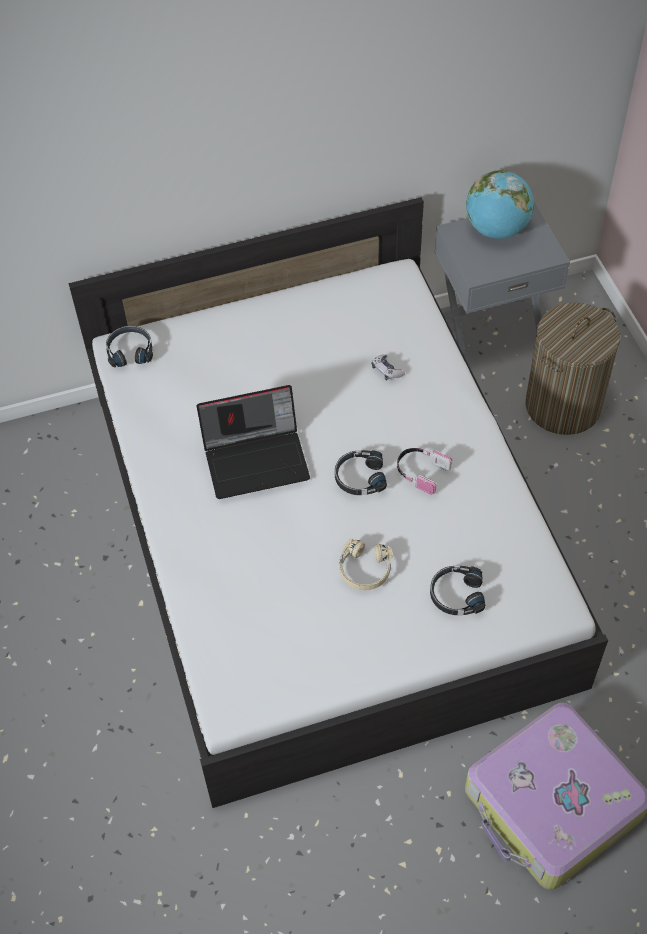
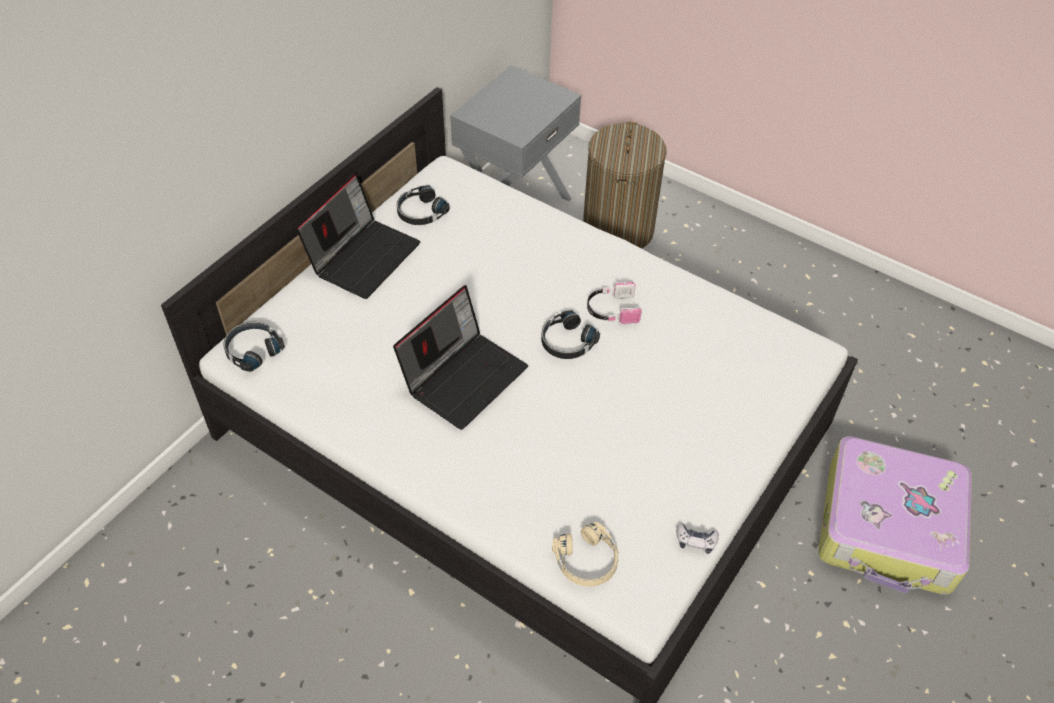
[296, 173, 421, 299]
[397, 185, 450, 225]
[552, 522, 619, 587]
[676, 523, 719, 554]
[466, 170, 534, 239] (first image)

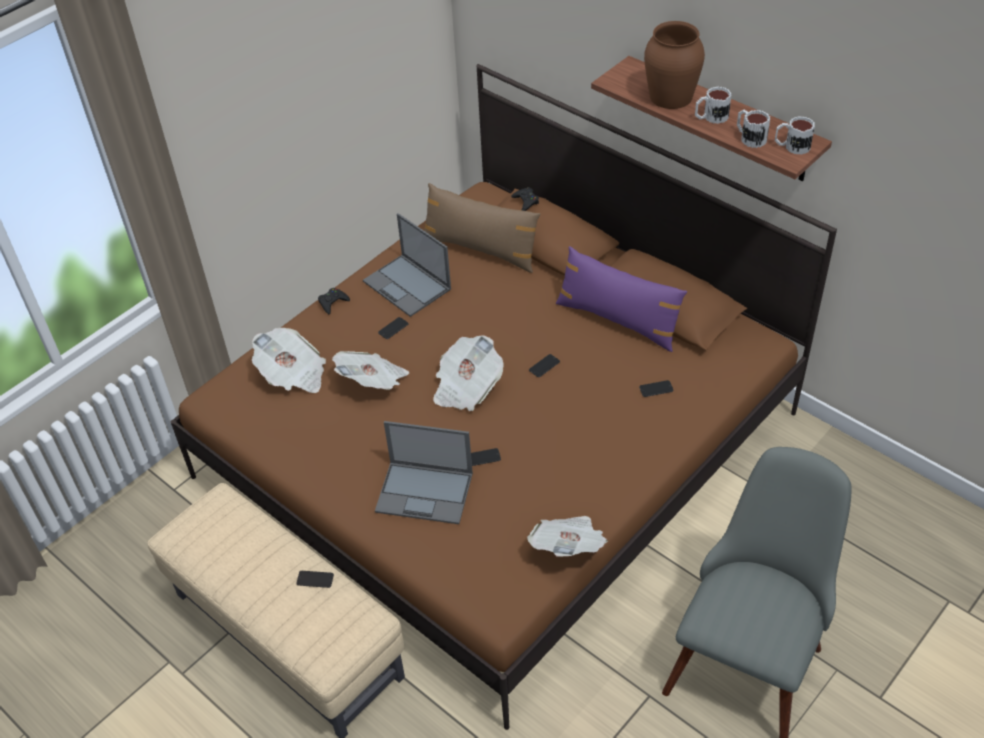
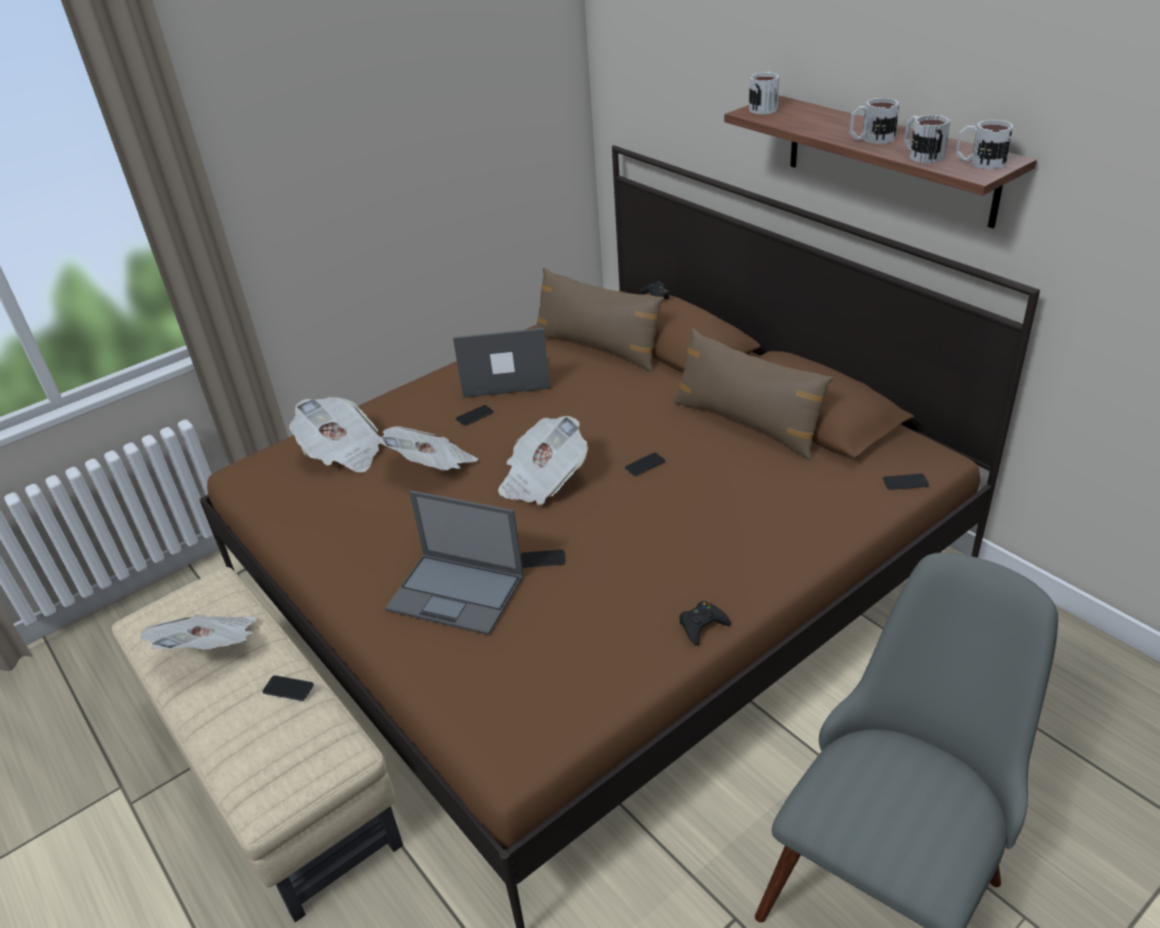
[140, 614, 257, 649]
[453, 328, 550, 398]
[673, 328, 833, 460]
[679, 601, 731, 646]
[749, 72, 779, 114]
[883, 474, 929, 490]
[644, 21, 705, 109] (first image)

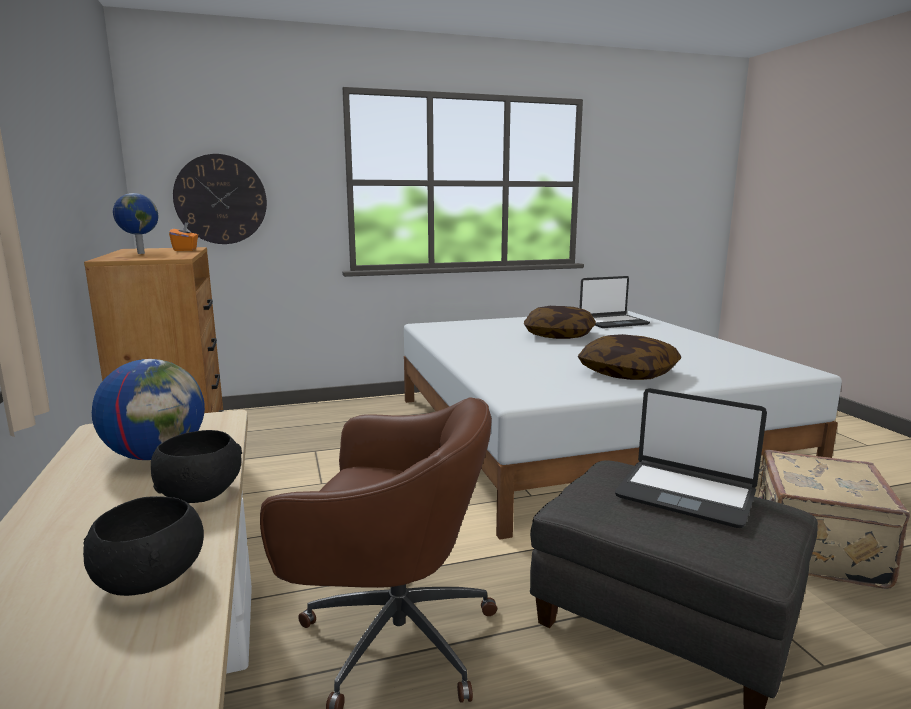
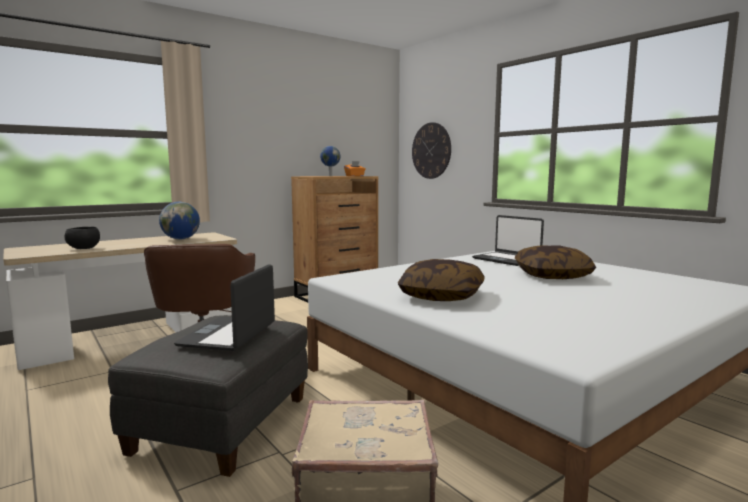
[472, 215, 544, 266]
[151, 430, 242, 503] (first image)

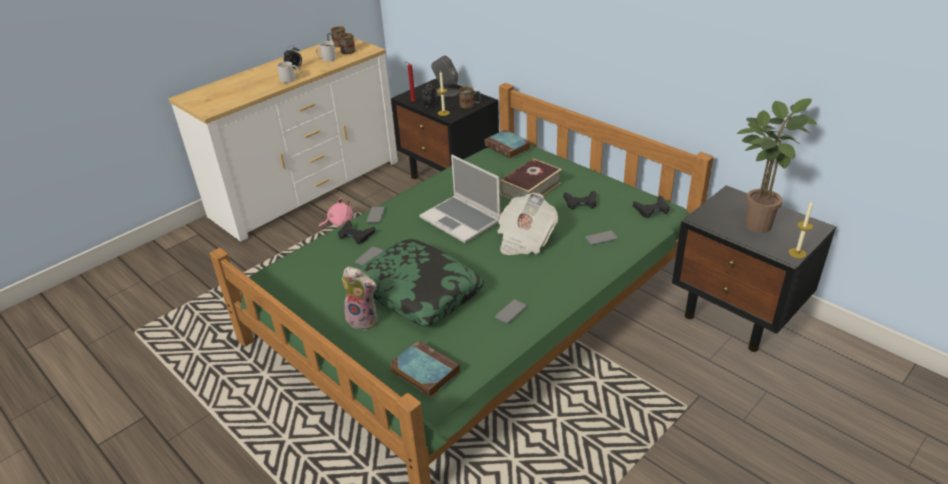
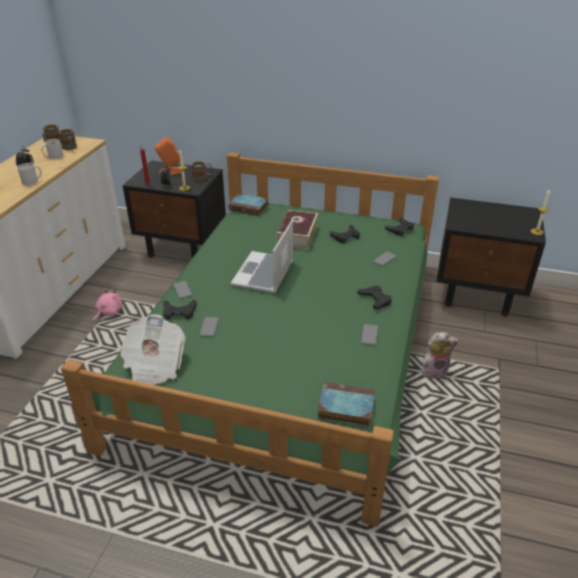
[120, 314, 186, 385]
[155, 137, 181, 175]
[231, 220, 293, 293]
[358, 285, 392, 309]
[421, 332, 459, 379]
[359, 239, 484, 327] (first image)
[737, 99, 817, 233] (first image)

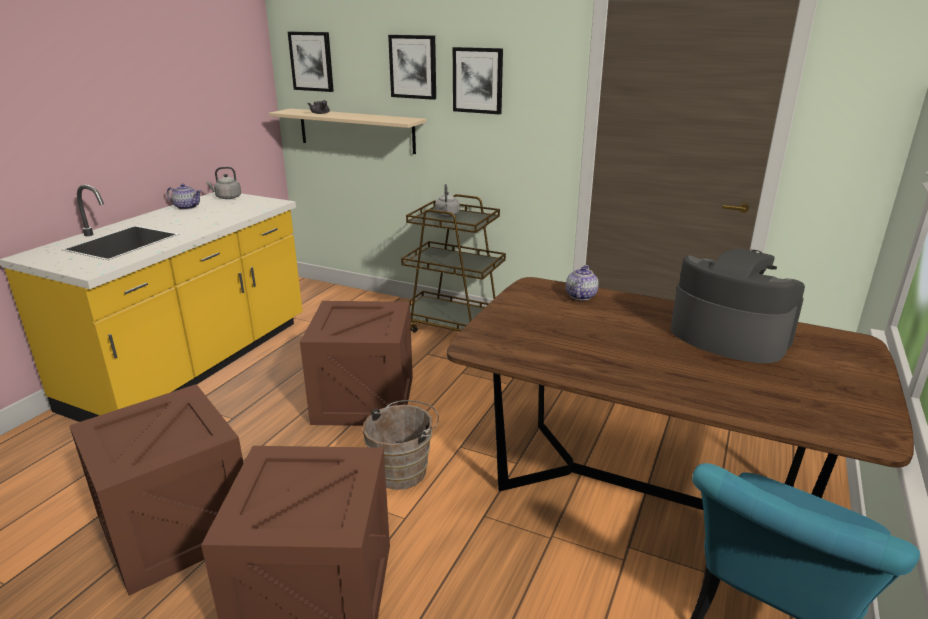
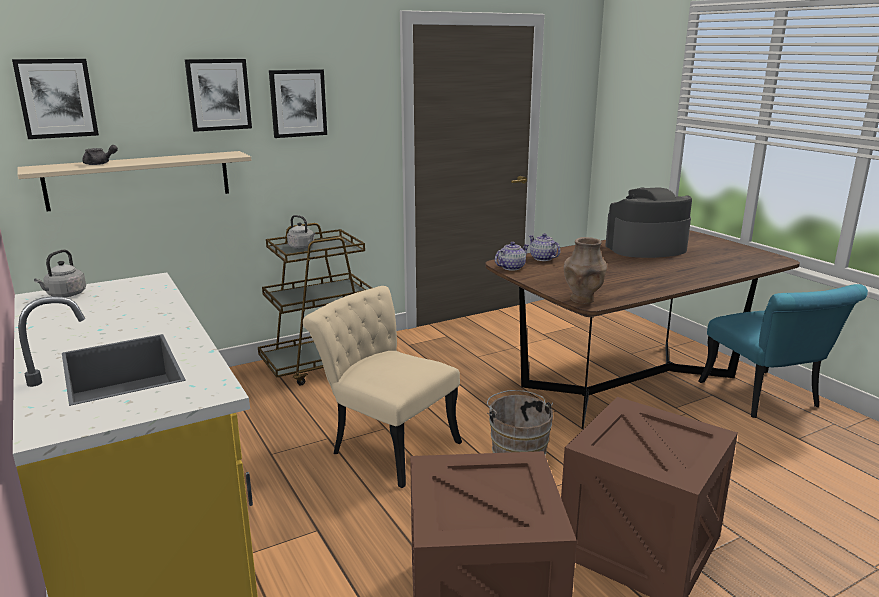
[303, 286, 462, 488]
[495, 242, 529, 271]
[564, 237, 607, 304]

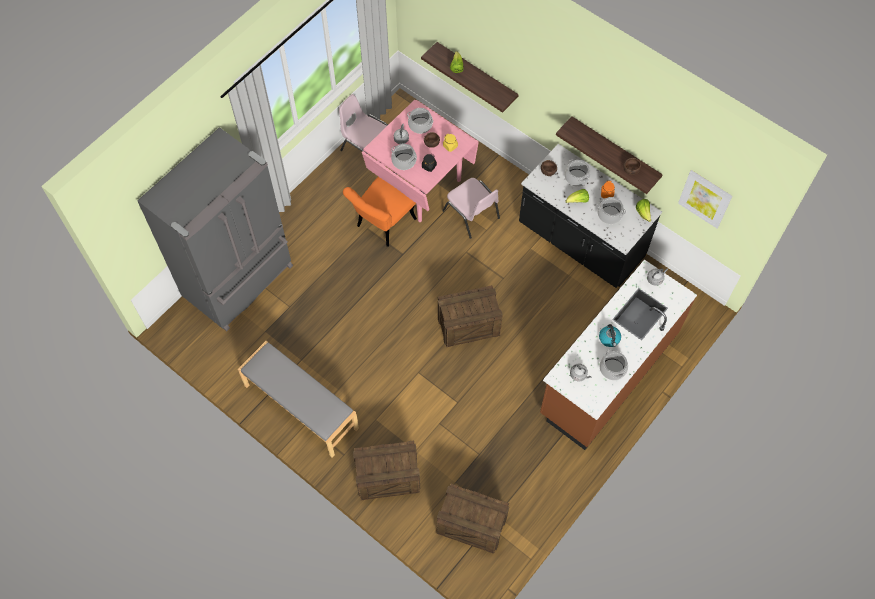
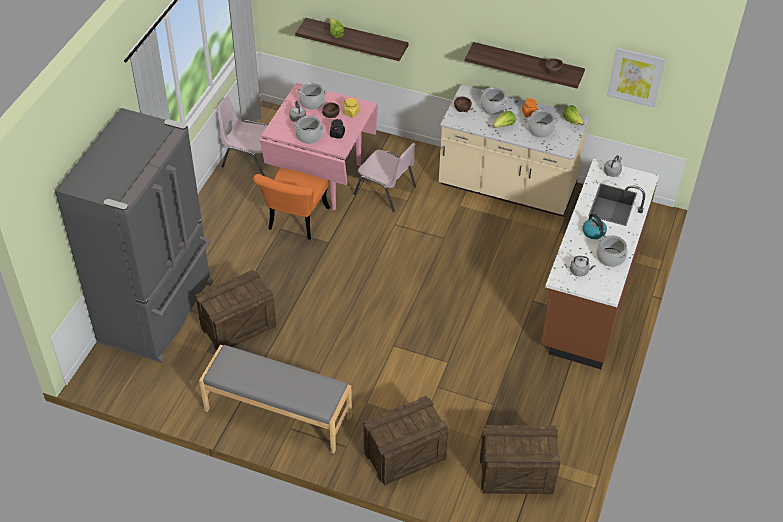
[195, 269, 277, 351]
[439, 85, 590, 217]

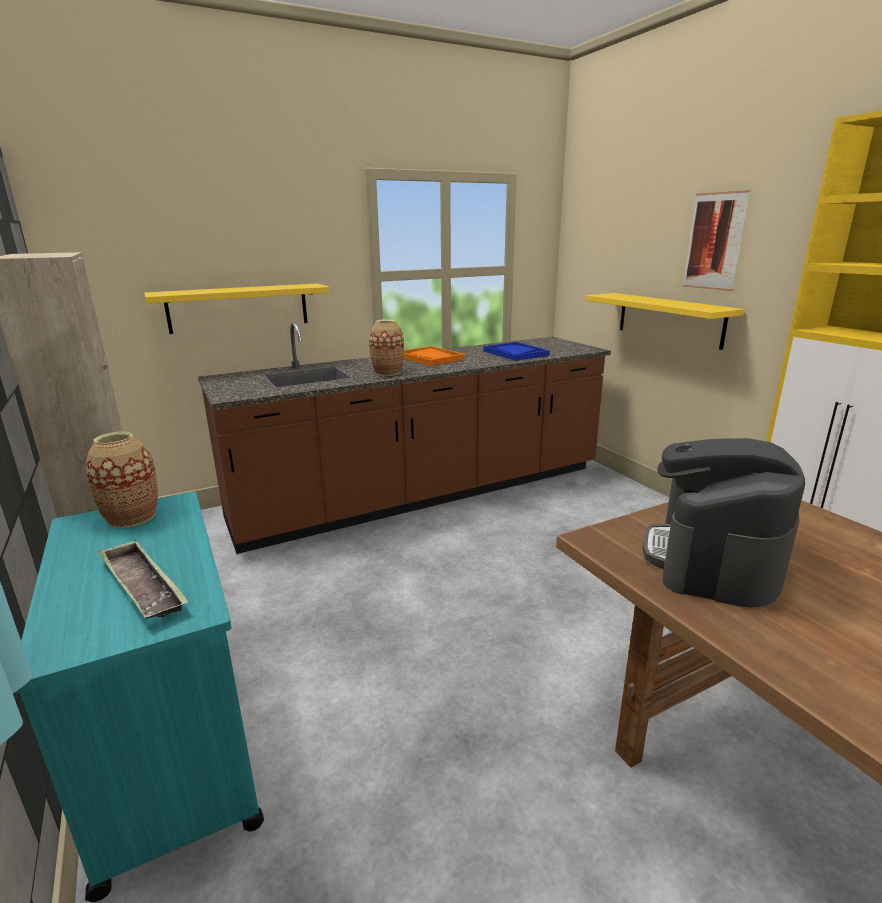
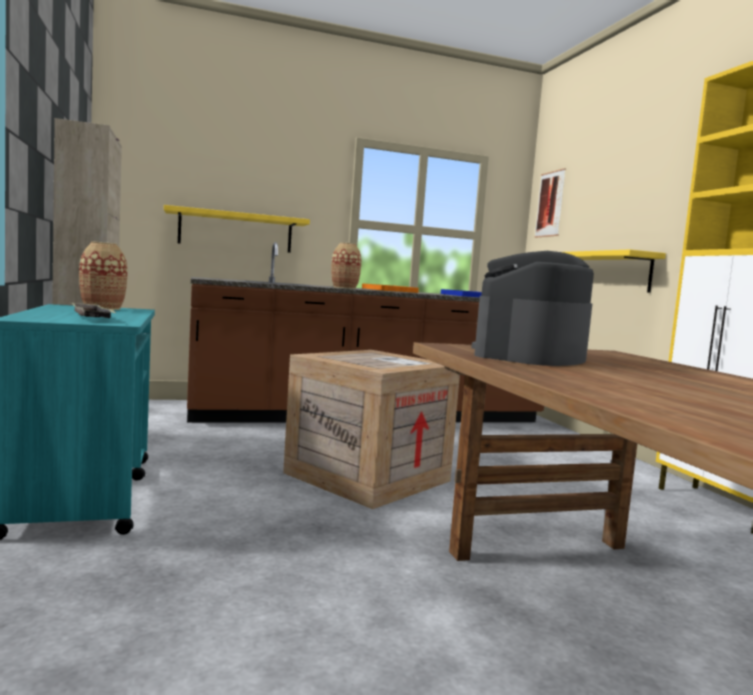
[283, 350, 460, 509]
[535, 168, 566, 238]

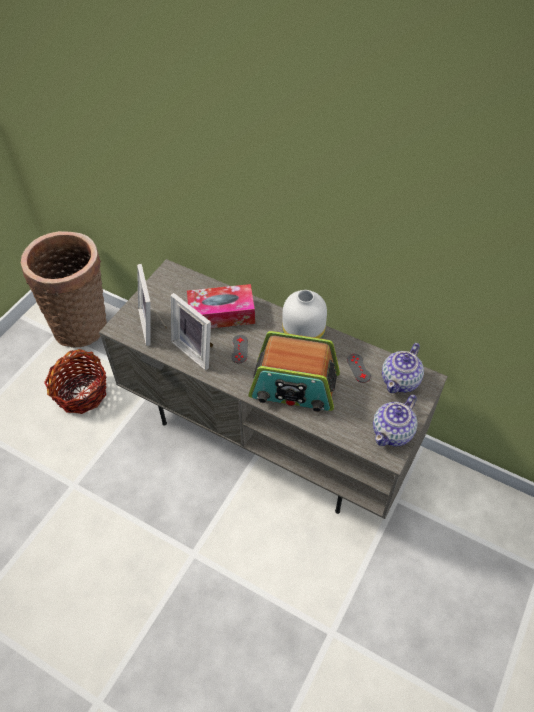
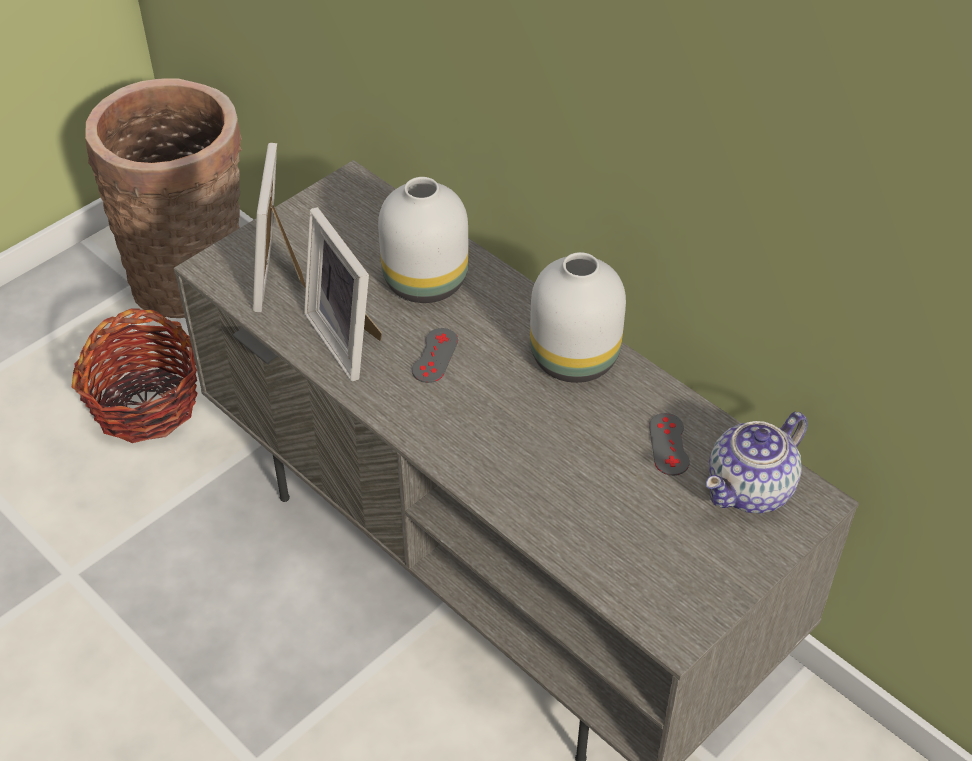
[378, 177, 468, 303]
[248, 331, 340, 412] (first image)
[373, 395, 418, 446] (first image)

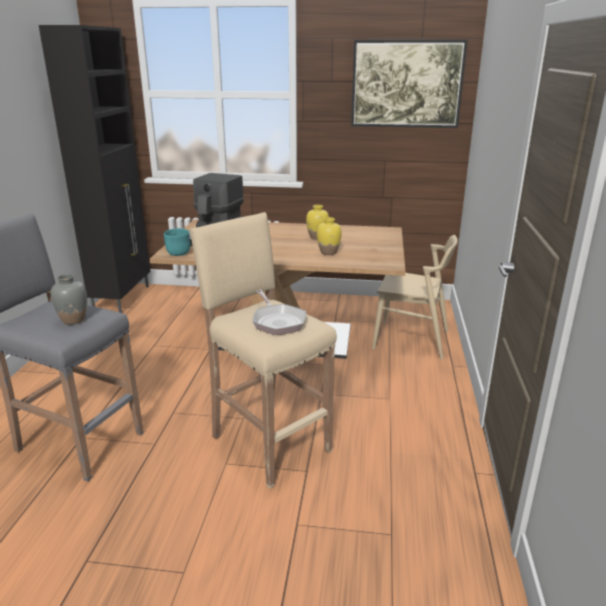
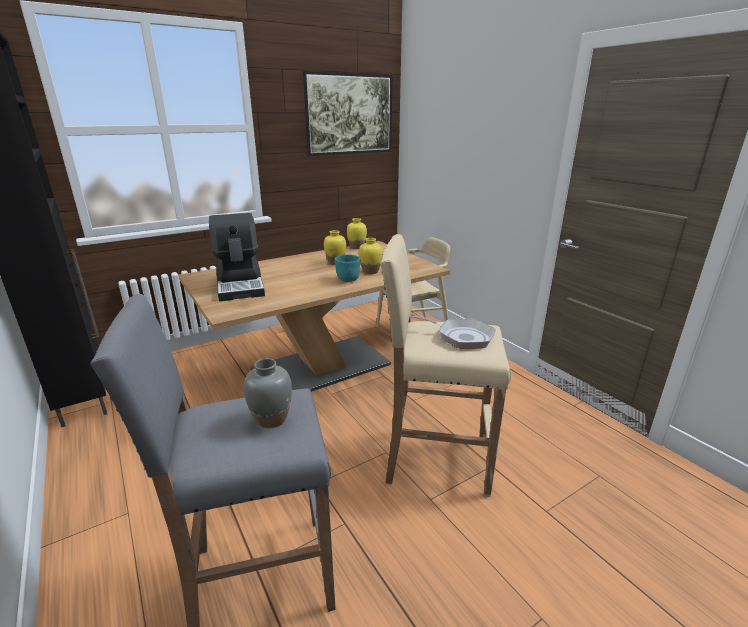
[335, 254, 361, 282]
[347, 218, 367, 249]

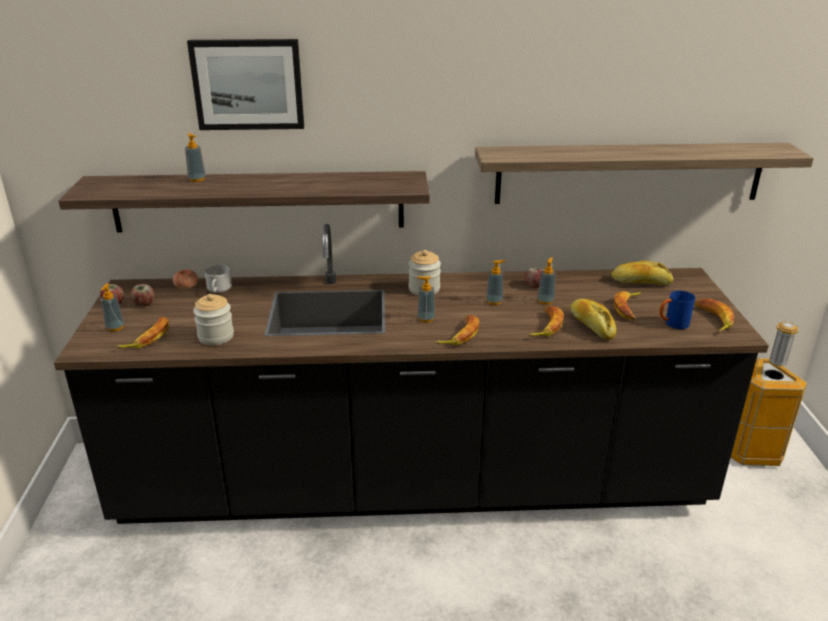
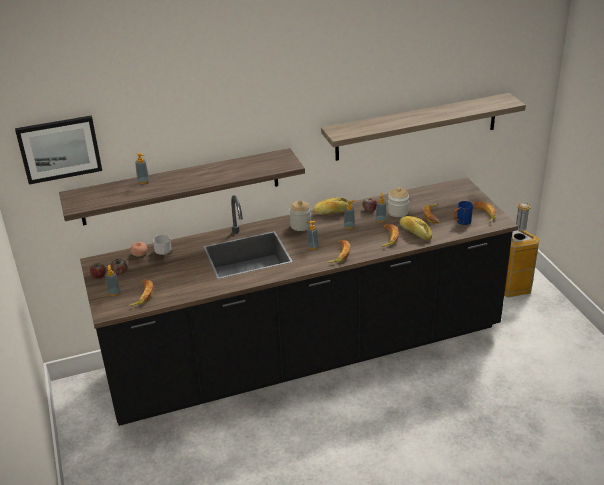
[15, 115, 102, 184]
[313, 198, 353, 215]
[388, 187, 409, 217]

